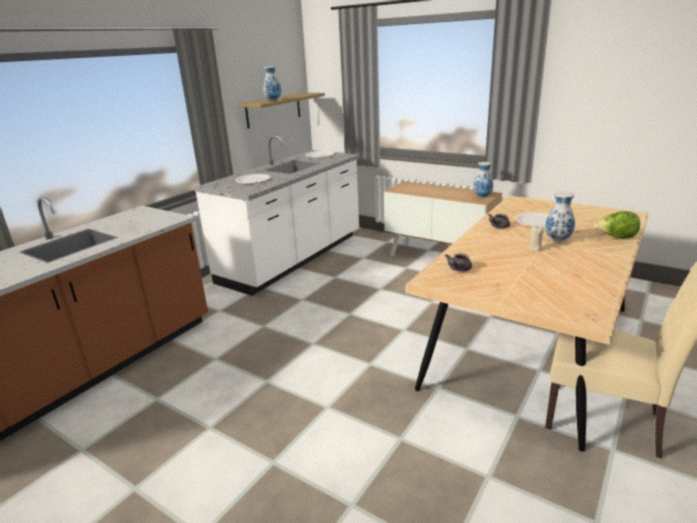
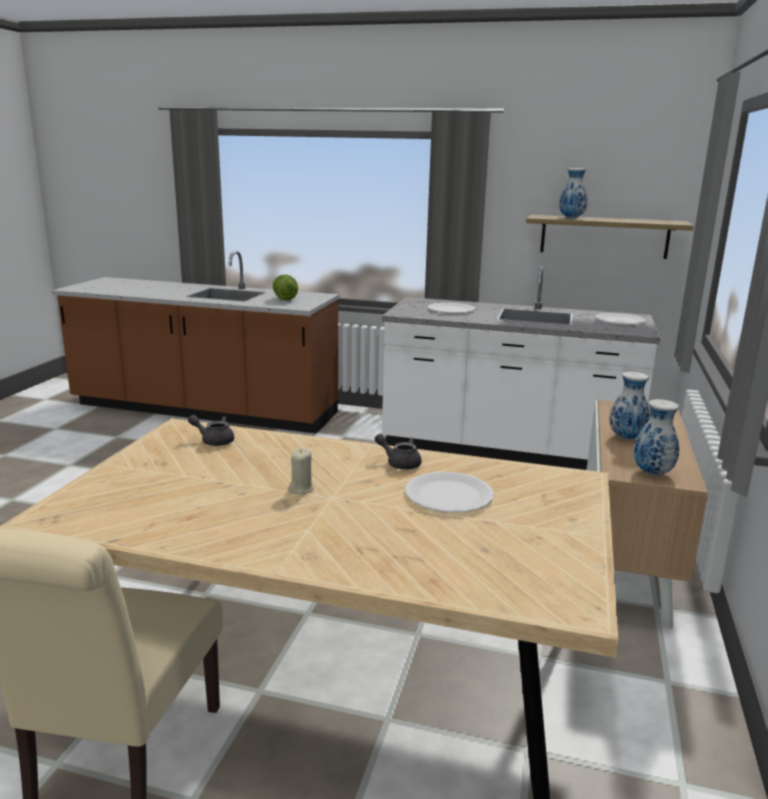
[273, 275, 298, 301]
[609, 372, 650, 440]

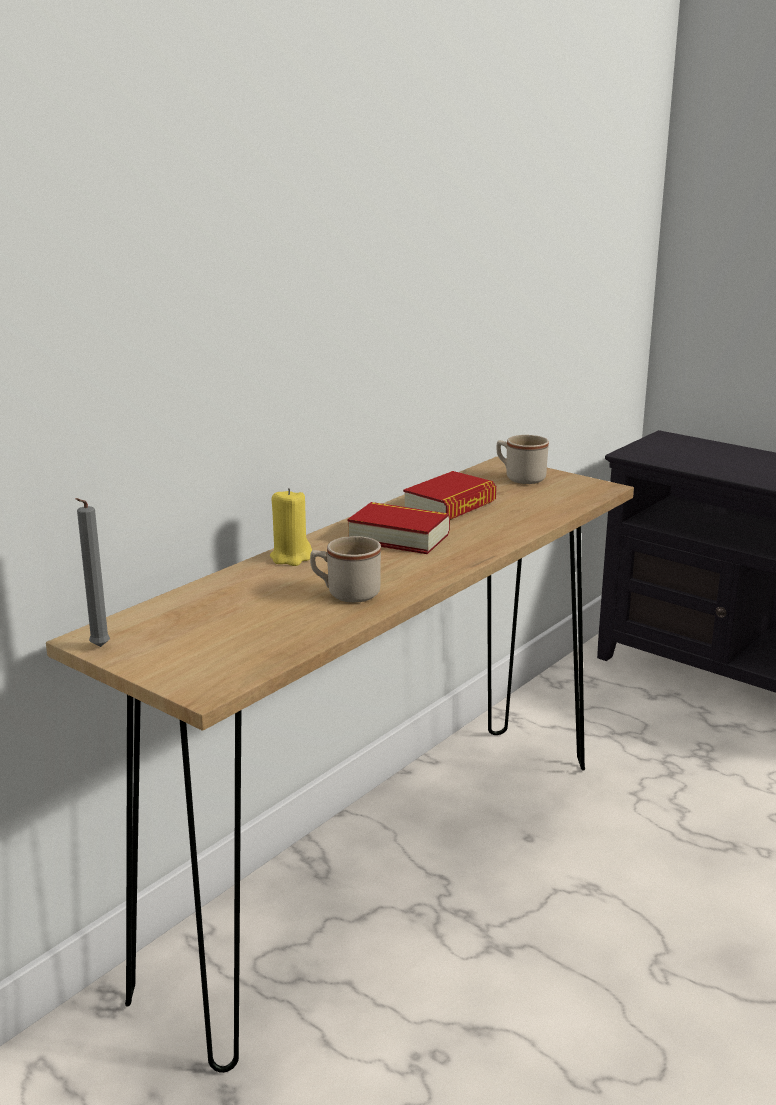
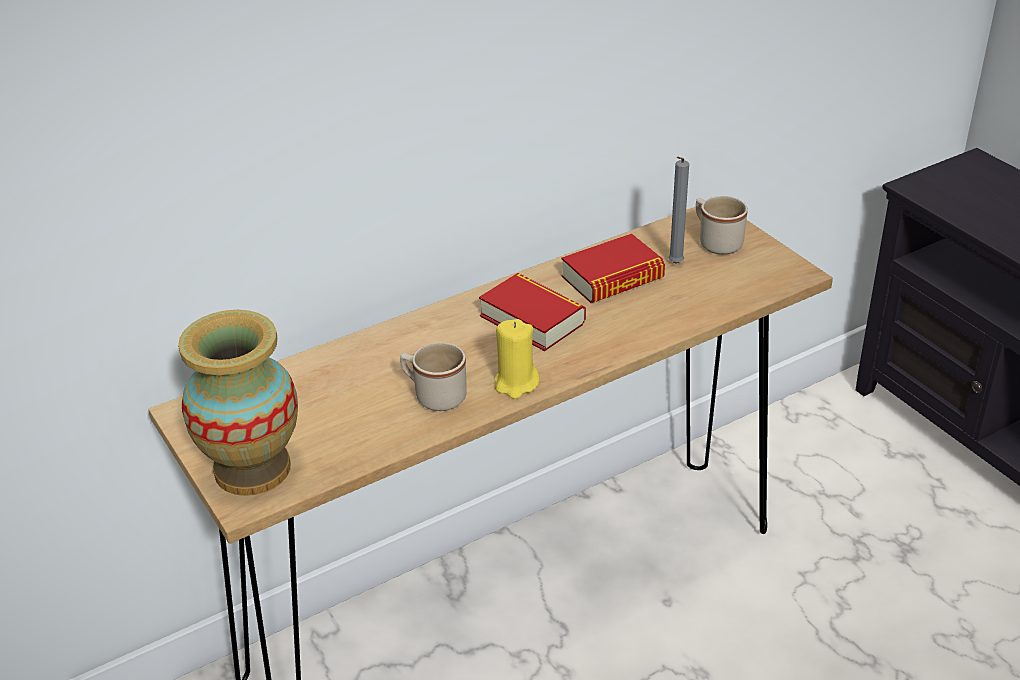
[178, 310, 298, 496]
[495, 319, 540, 399]
[668, 157, 689, 264]

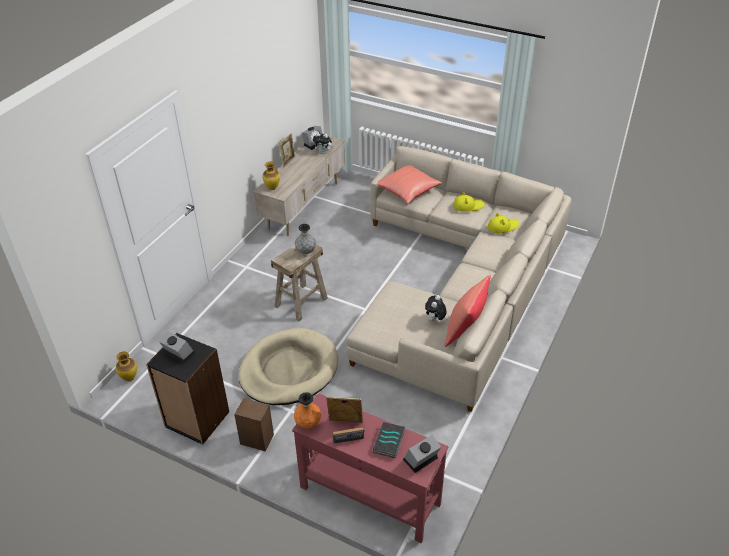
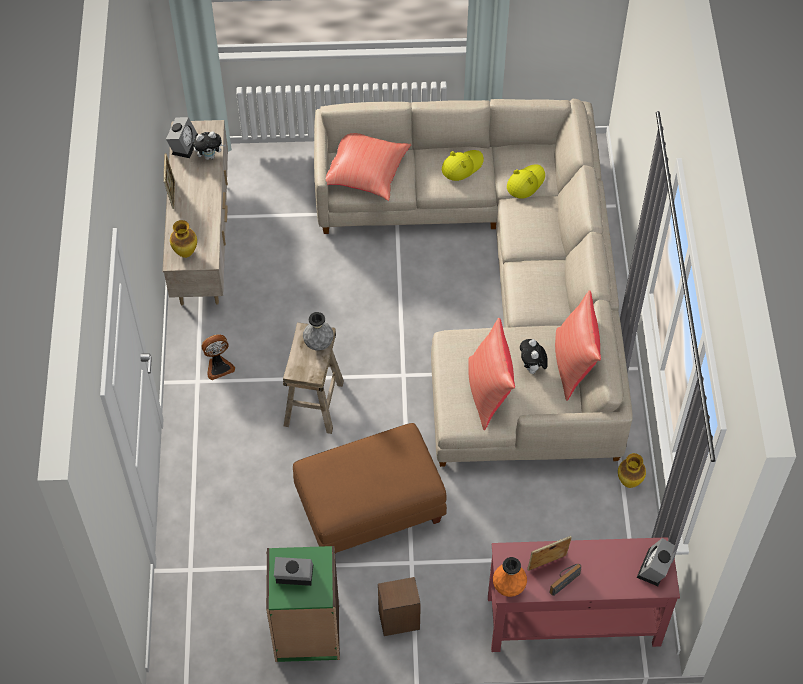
[202, 334, 235, 380]
[266, 546, 340, 662]
[293, 423, 447, 553]
[468, 318, 515, 430]
[618, 453, 646, 488]
[373, 422, 405, 459] (first image)

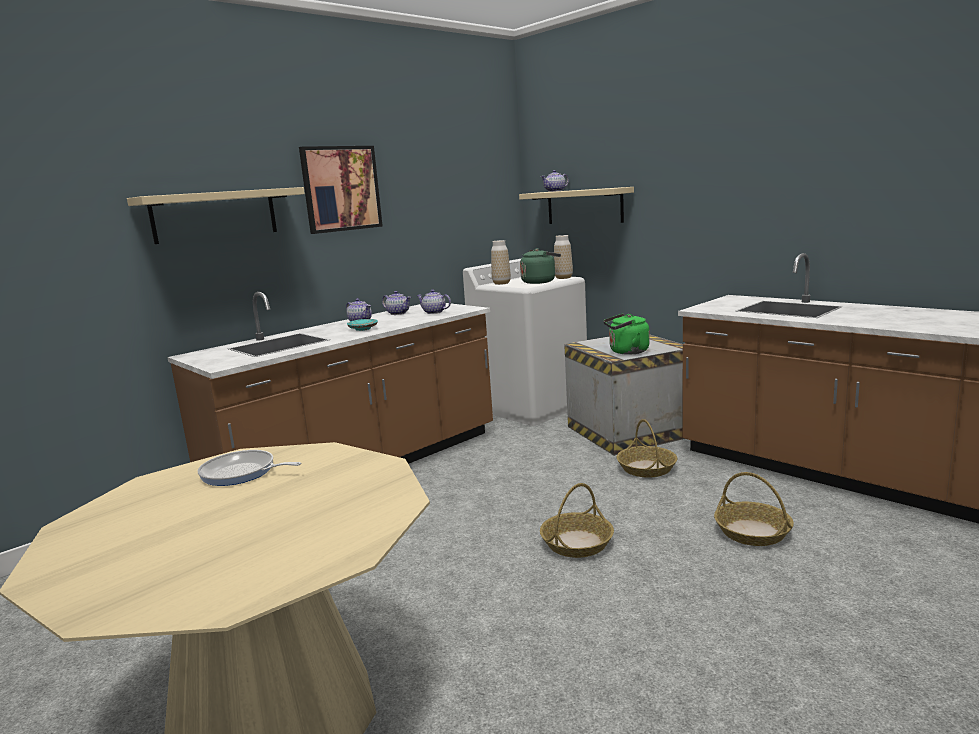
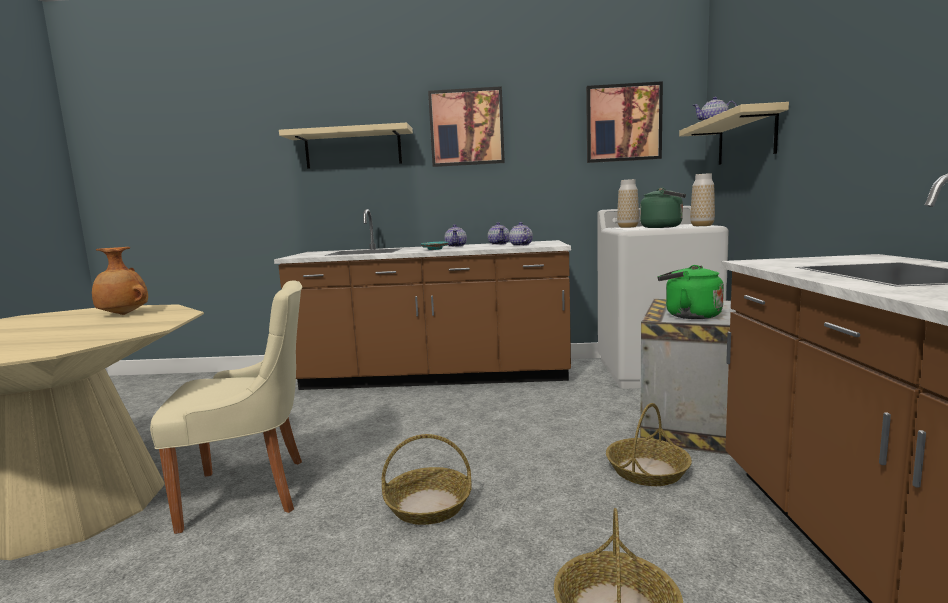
[92, 247, 148, 315]
[150, 281, 302, 534]
[586, 81, 663, 163]

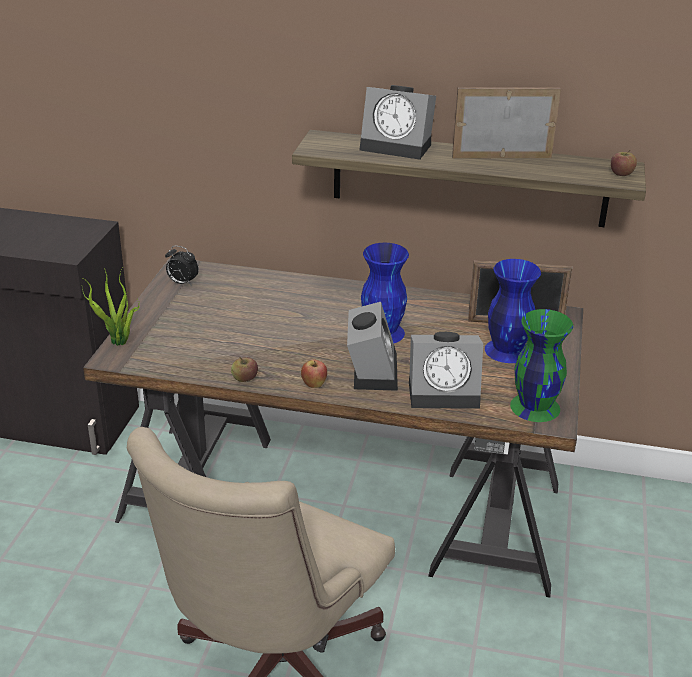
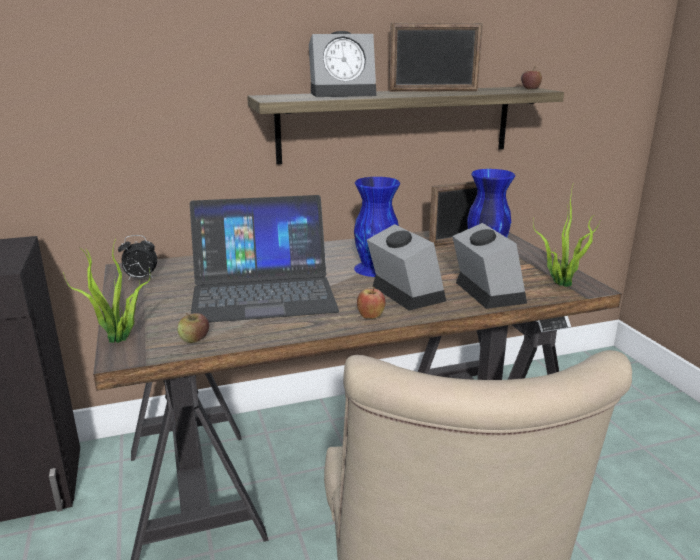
[177, 313, 209, 343]
[190, 195, 339, 323]
[389, 23, 483, 92]
[452, 223, 527, 309]
[533, 182, 601, 287]

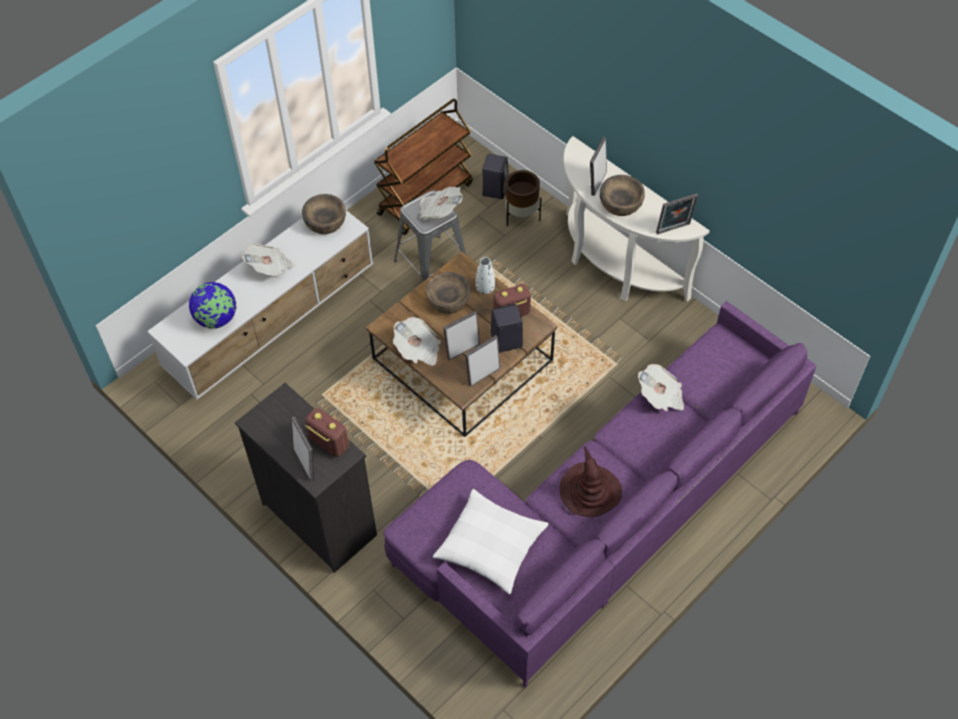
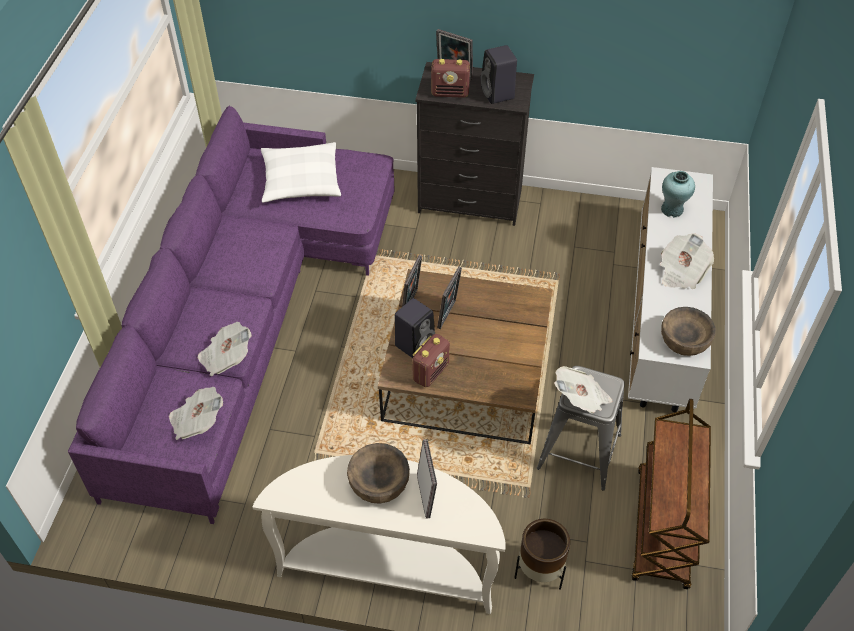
[169, 387, 223, 440]
[481, 45, 517, 104]
[661, 171, 695, 218]
[426, 272, 471, 314] (first image)
[476, 257, 495, 294] (first image)
[560, 447, 622, 517] (first image)
[656, 193, 698, 234] (first image)

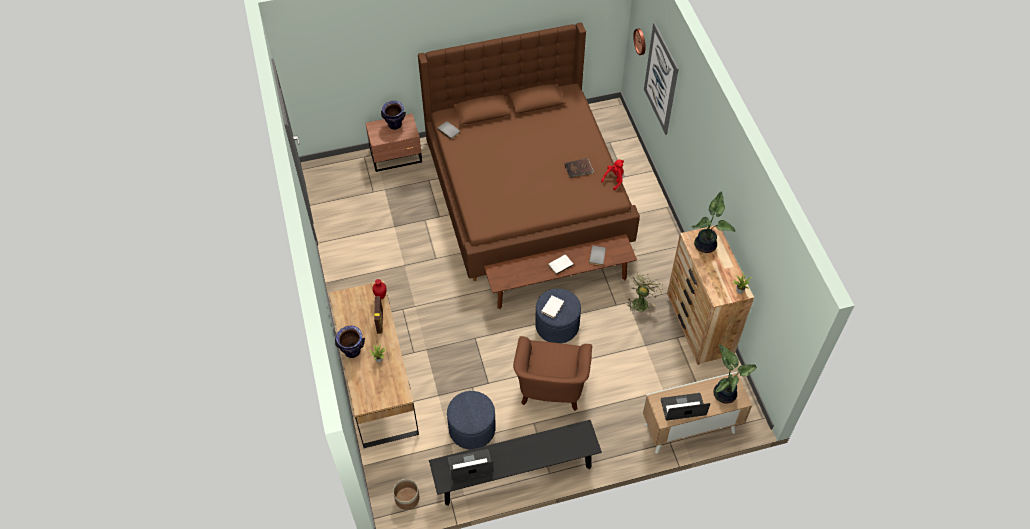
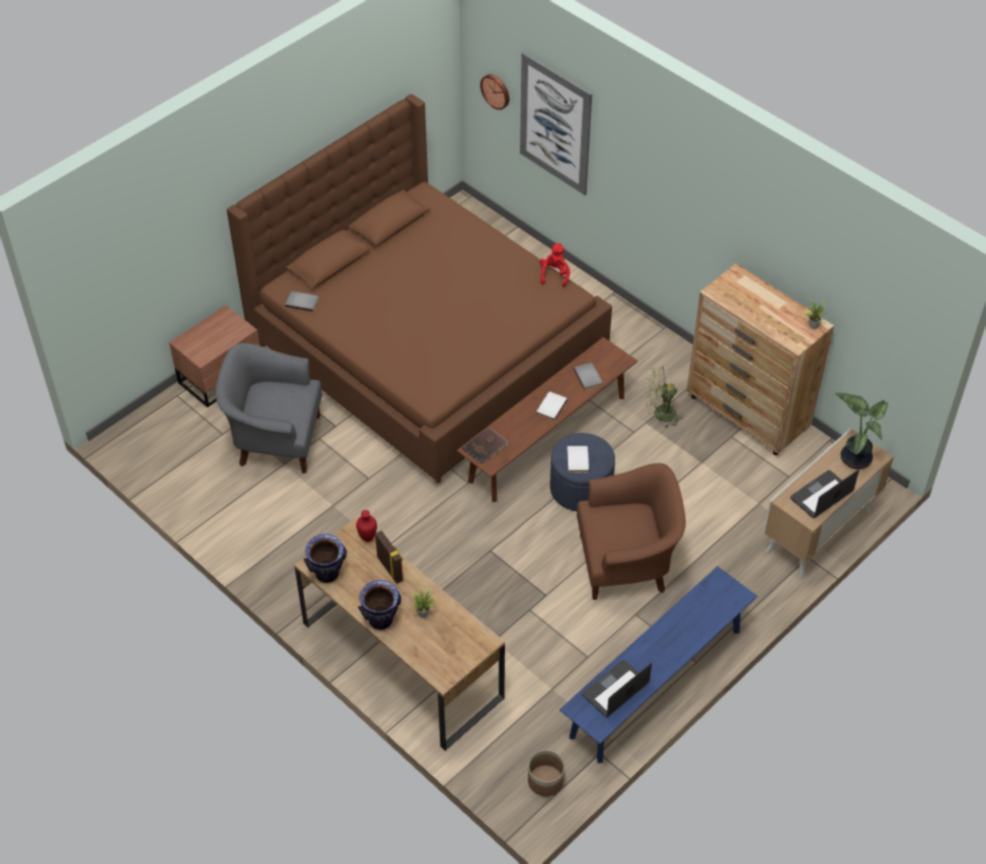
[216, 343, 322, 473]
[304, 534, 347, 583]
[463, 427, 509, 464]
[559, 566, 757, 763]
[577, 463, 686, 600]
[645, 366, 684, 428]
[447, 391, 496, 449] (first image)
[691, 191, 735, 253] (first image)

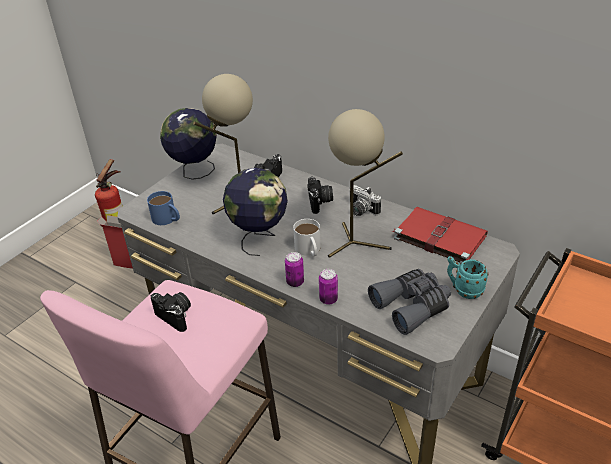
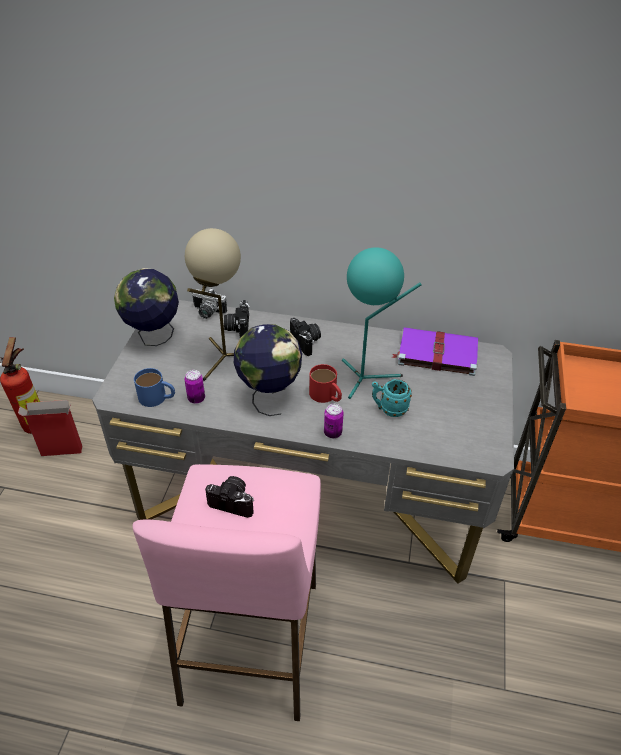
[184, 370, 205, 404]
[192, 288, 227, 319]
[309, 364, 342, 403]
[342, 247, 422, 399]
[372, 379, 412, 417]
[392, 327, 478, 376]
[368, 269, 451, 335] (first image)

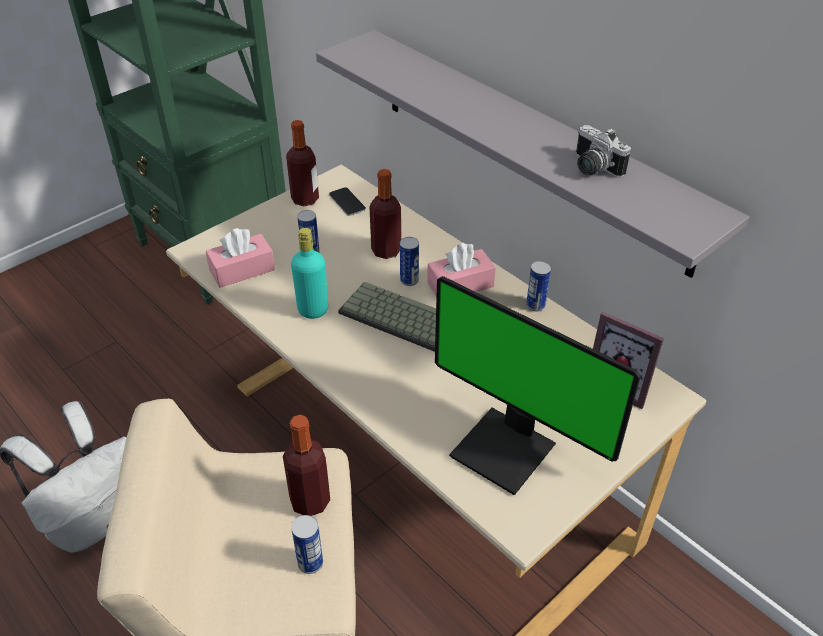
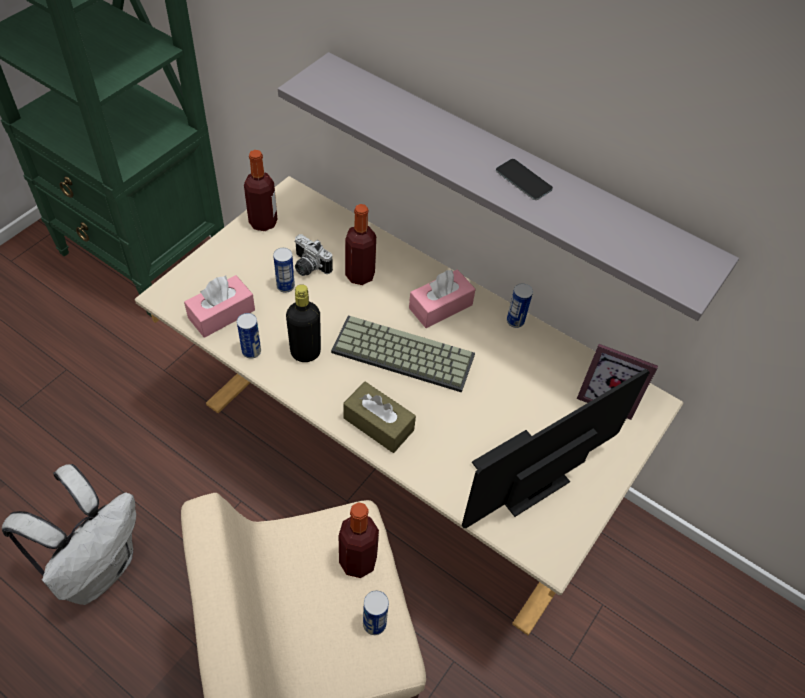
[237, 313, 261, 359]
[286, 284, 321, 362]
[294, 234, 333, 276]
[343, 382, 416, 453]
[462, 369, 650, 528]
[496, 159, 553, 200]

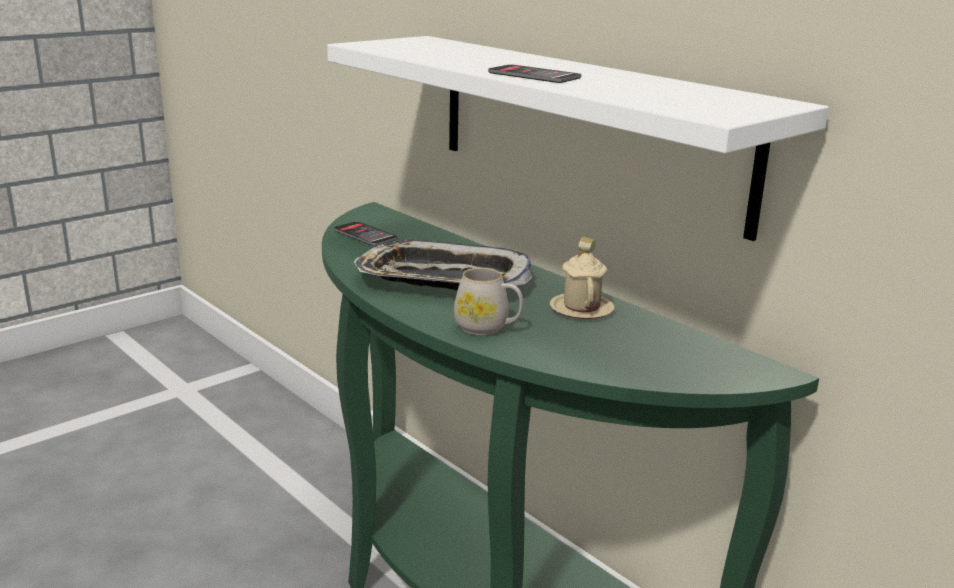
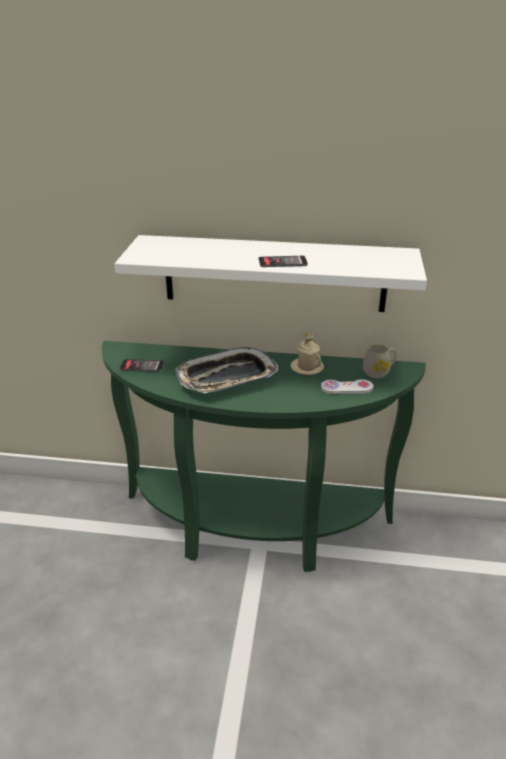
[321, 379, 373, 394]
[363, 344, 397, 378]

